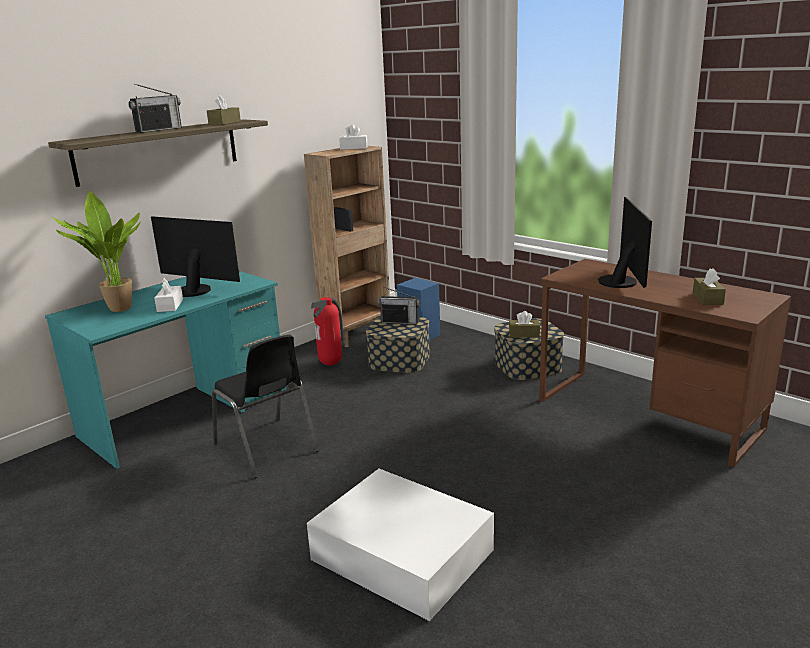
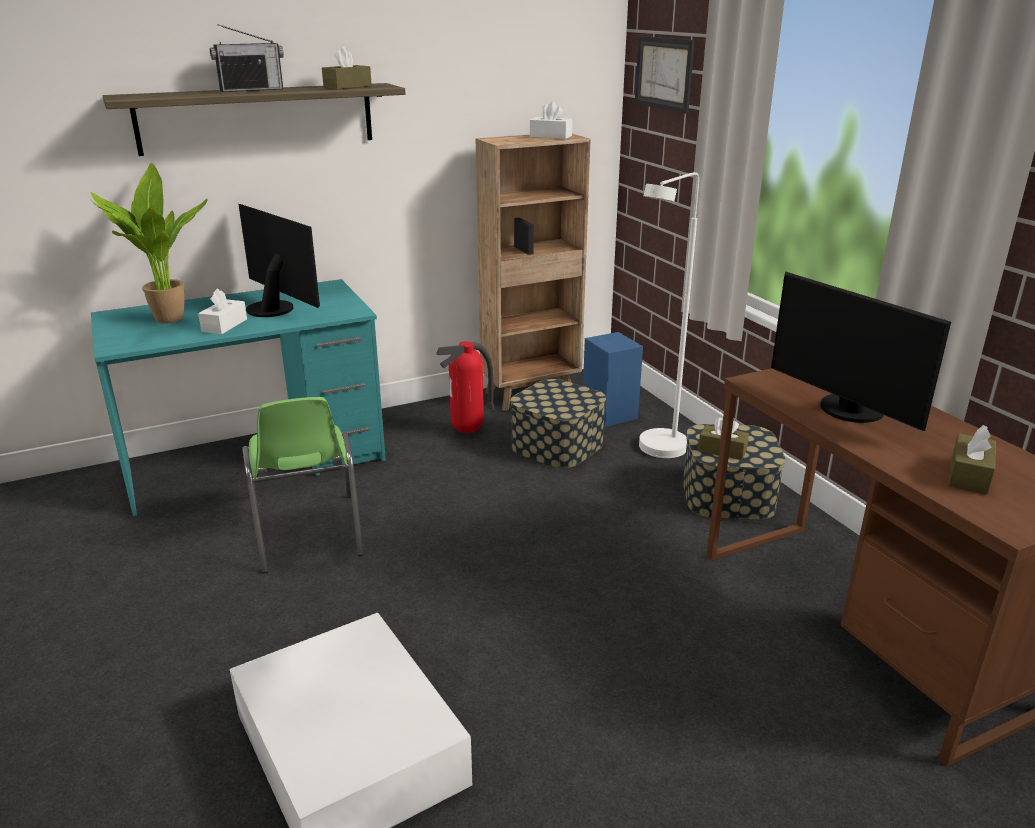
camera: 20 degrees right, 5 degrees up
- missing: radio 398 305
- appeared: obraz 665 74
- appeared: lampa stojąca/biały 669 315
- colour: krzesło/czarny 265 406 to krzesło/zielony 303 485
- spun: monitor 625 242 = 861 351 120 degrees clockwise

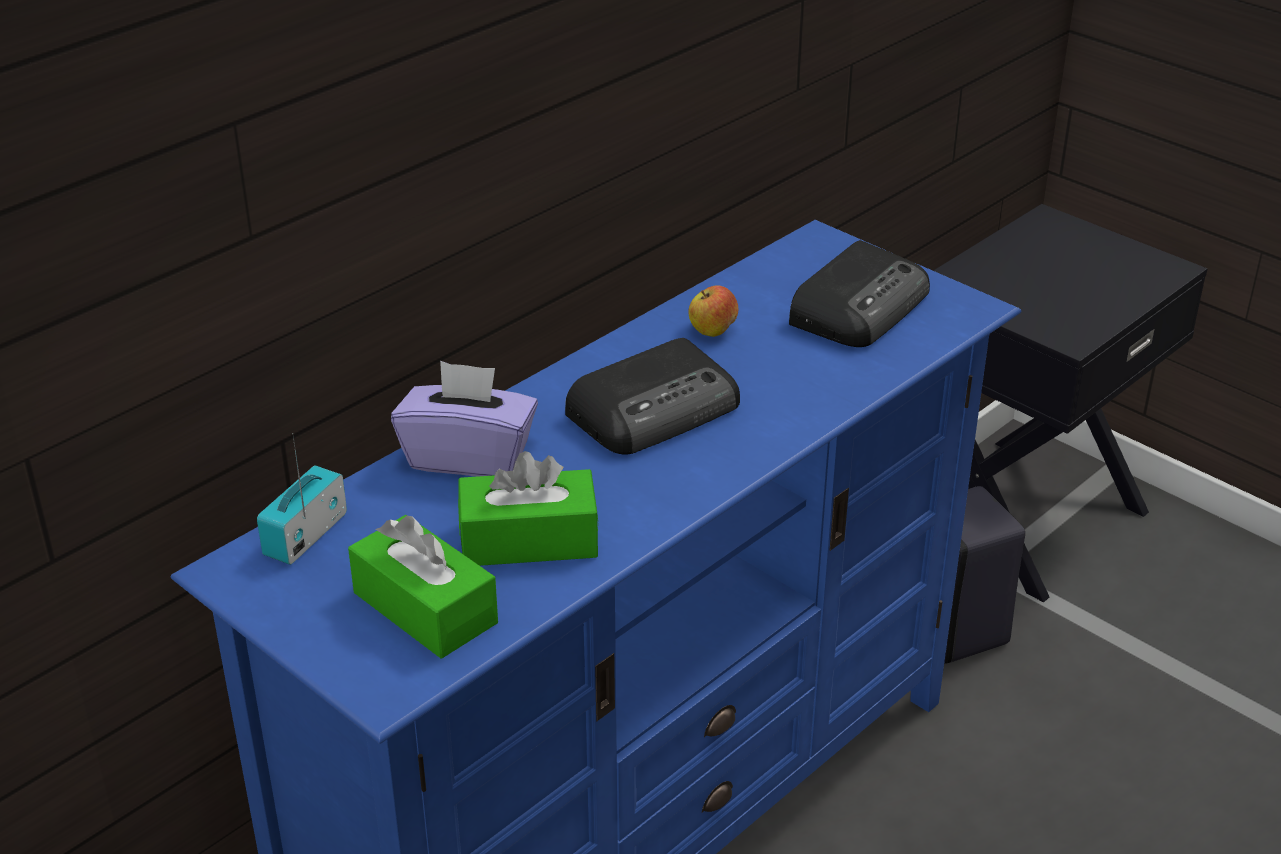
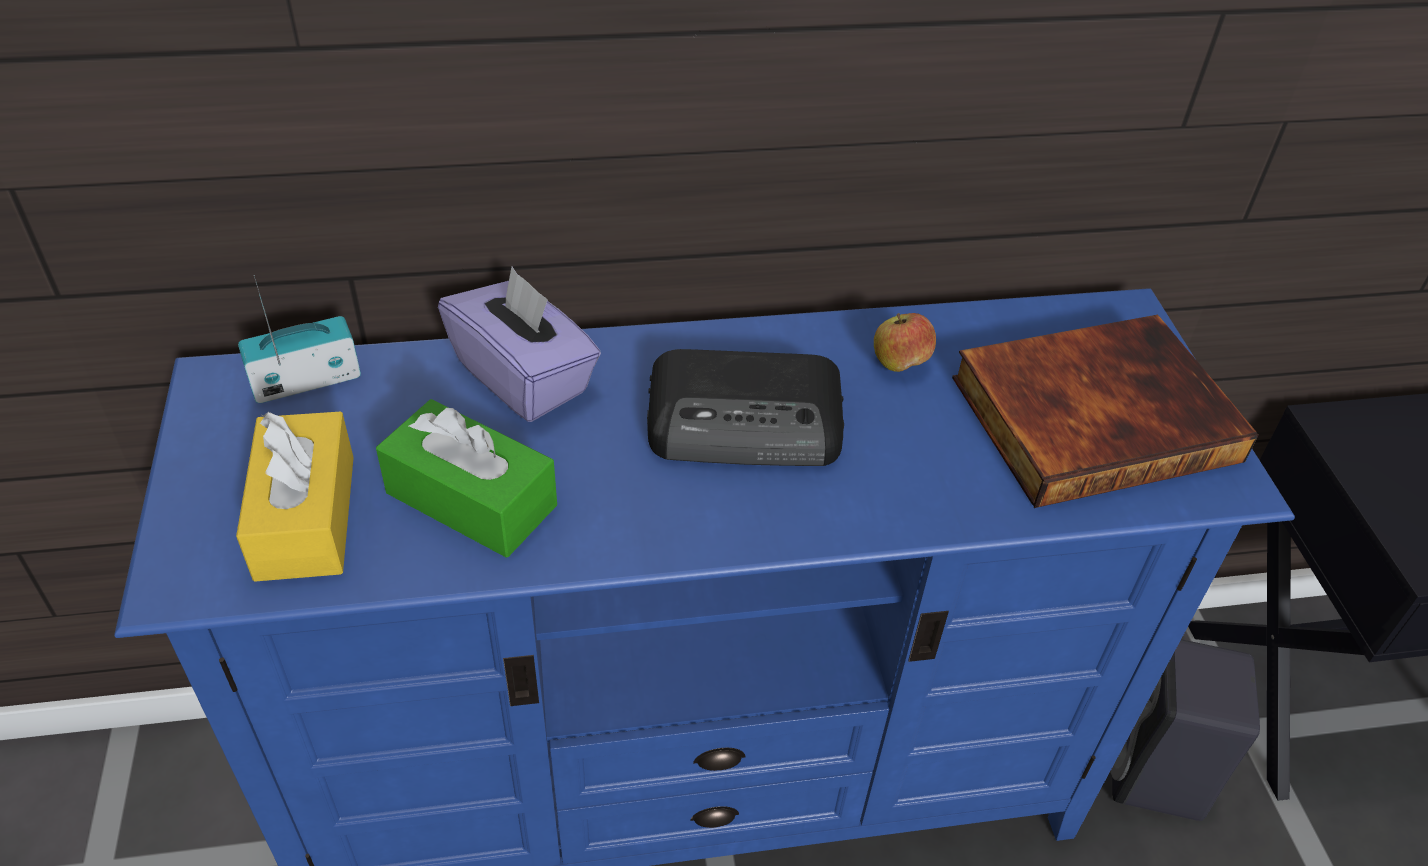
camera: 35 degrees right, 10 degrees up
- exchanged: radio 859 293 to książka 1105 411
- colour: pudełko chusteczek/zielony 423 587 to pudełko chusteczek/żółty 295 497

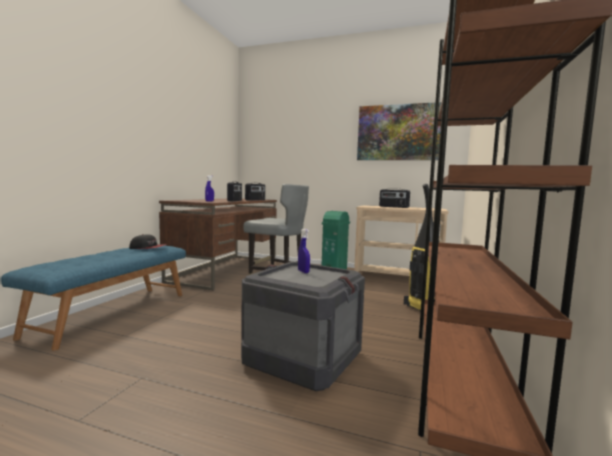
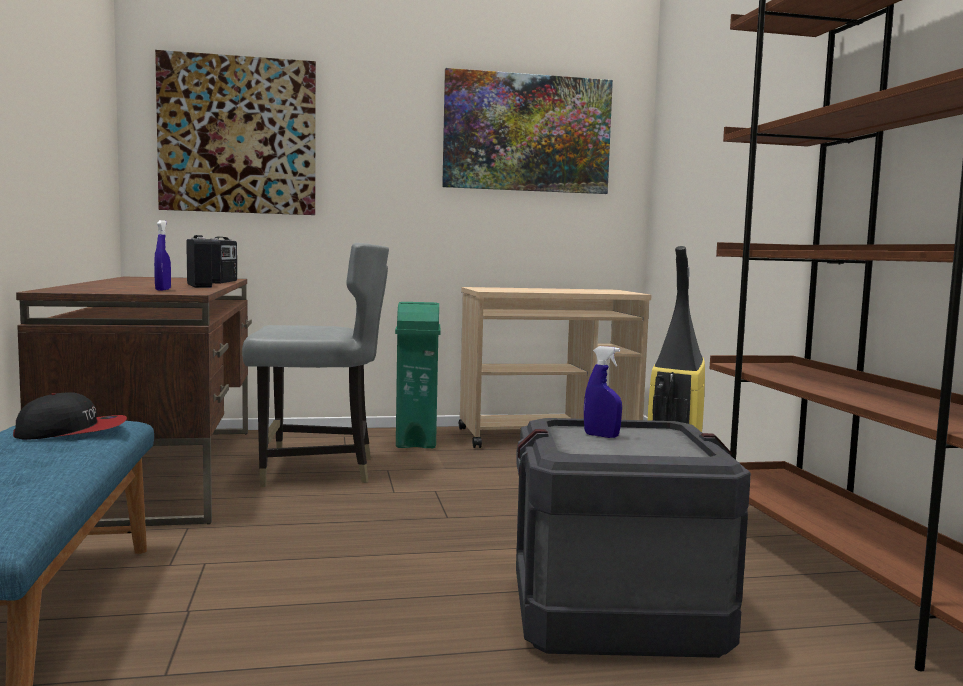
camera: 30 degrees left, 0 degrees up
- missing: radio 394 198
- appeared: obraz 235 132

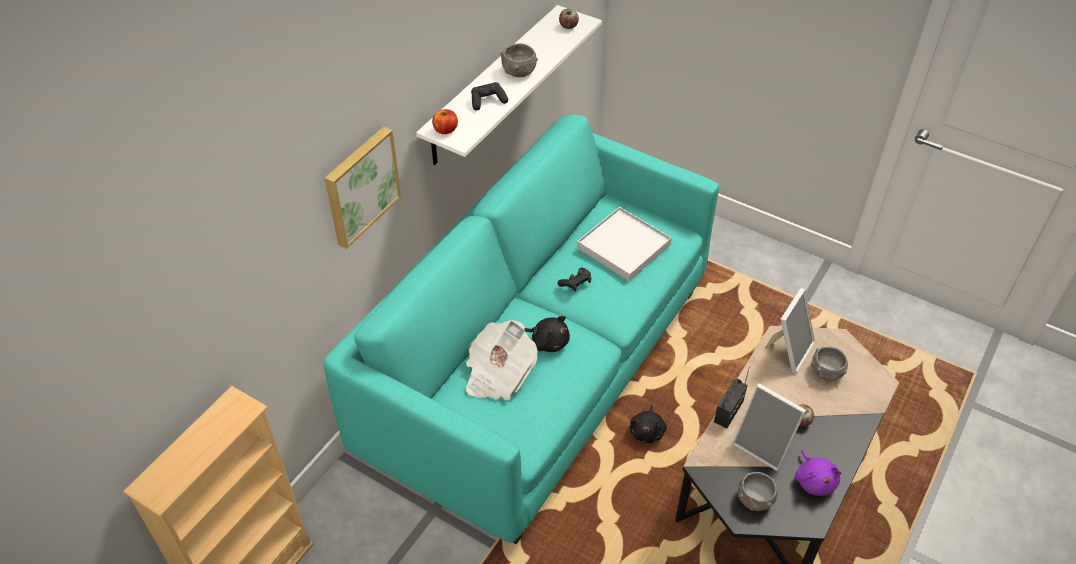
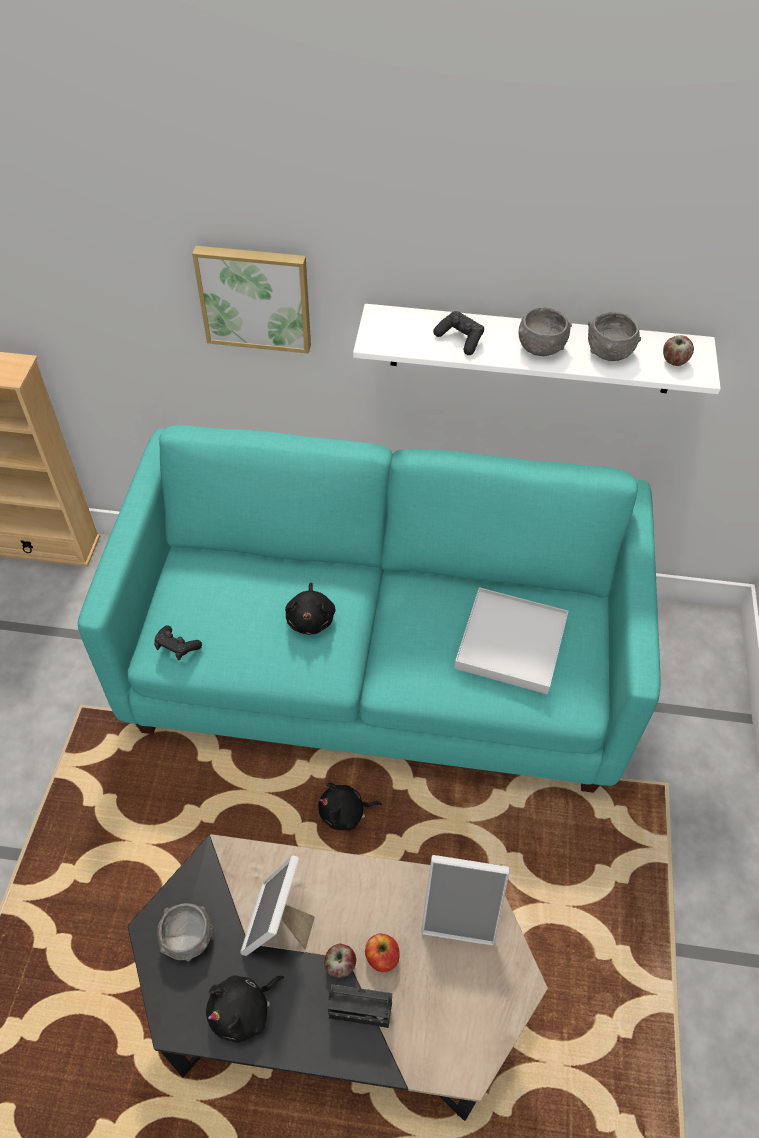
camera: 65 degrees right, 5 degrees up
- missing: gazeta 501 360
- relocated: jabłko 445 121 to 382 953
- relocated: pad do gier/czarny 574 279 to 178 643
- relocated: radio 732 397 to 360 1006
- relocated: miska/szary 829 364 to 614 336
- colour: pluszak/fioletowy 818 473 to pluszak/czarny 245 1009

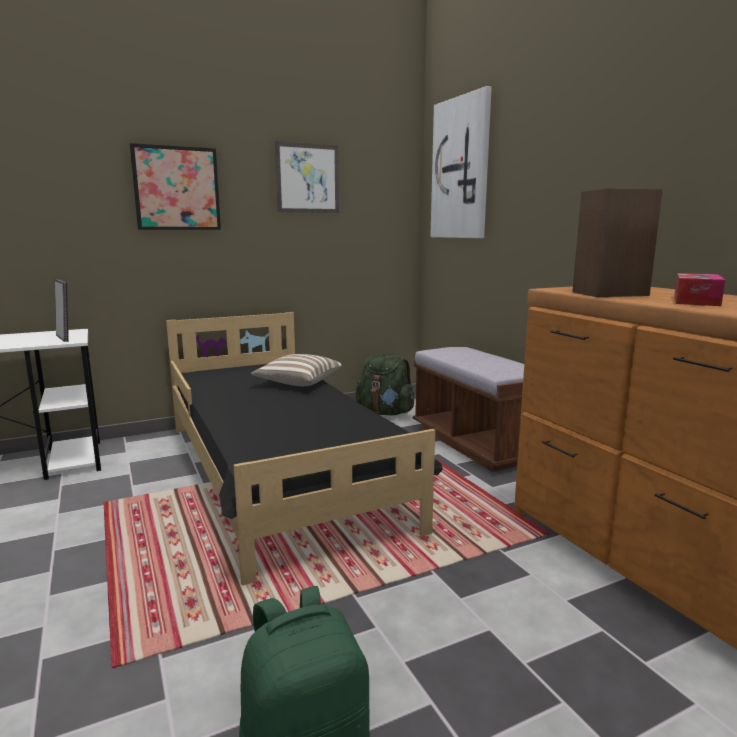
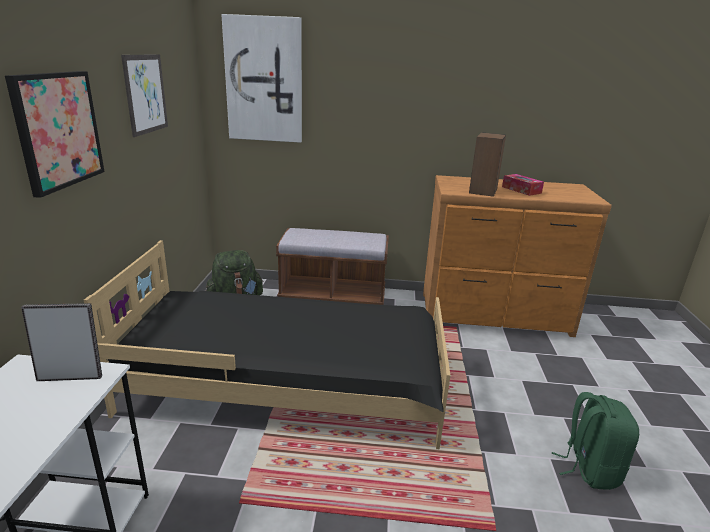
camera: 60 degrees left, 10 degrees up
- missing: poduszka 296 370

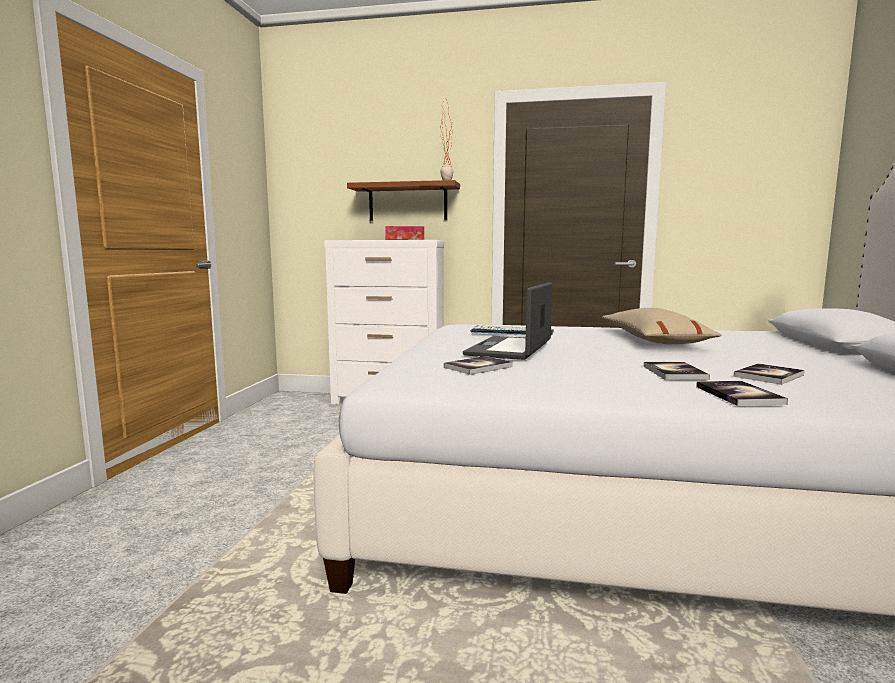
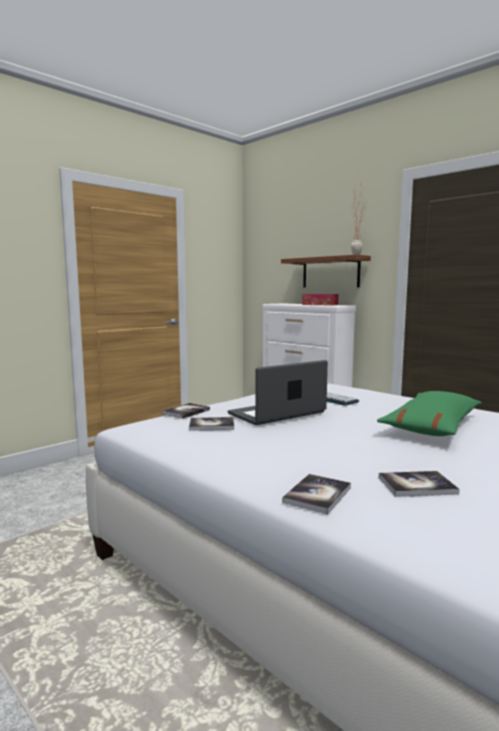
camera: 35 degrees right, 0 degrees up
- relocated: książka 677 371 to 186 411
- colour: poduszka/beżowy 662 326 to poduszka/zielony 429 413

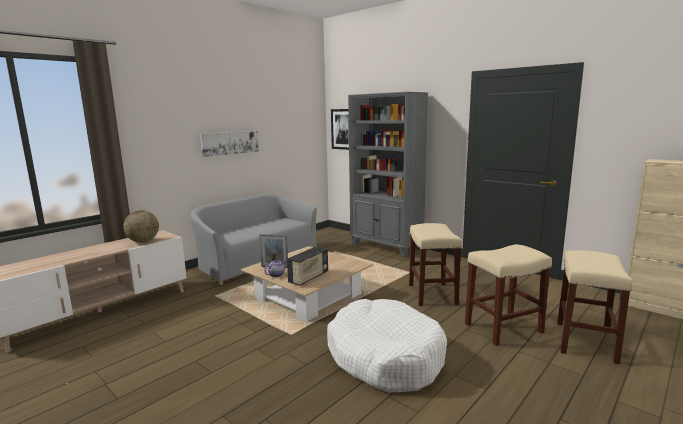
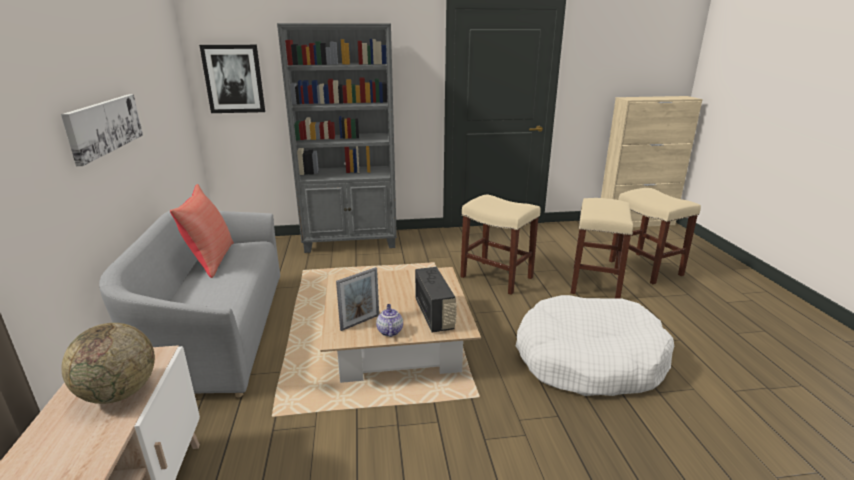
camera: 50 degrees left, 10 degrees up
- appeared: poduszka/czerwony 202 231

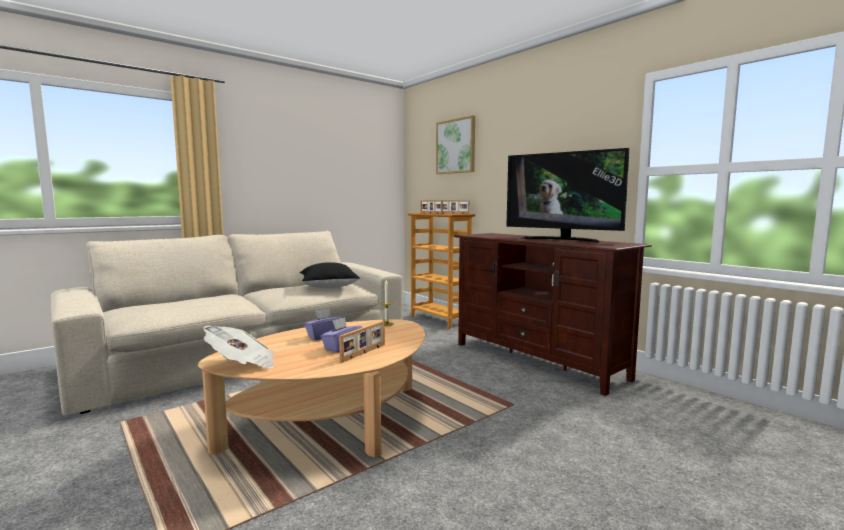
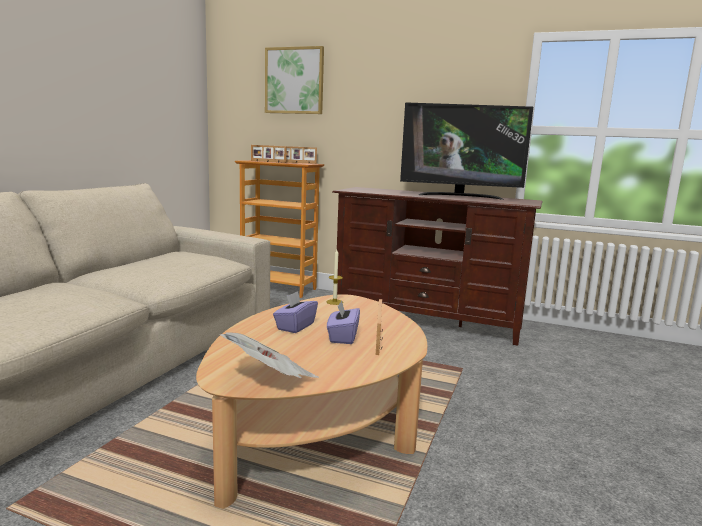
camera: 30 degrees left, 5 degrees up
- missing: poduszka/czarny 330 275

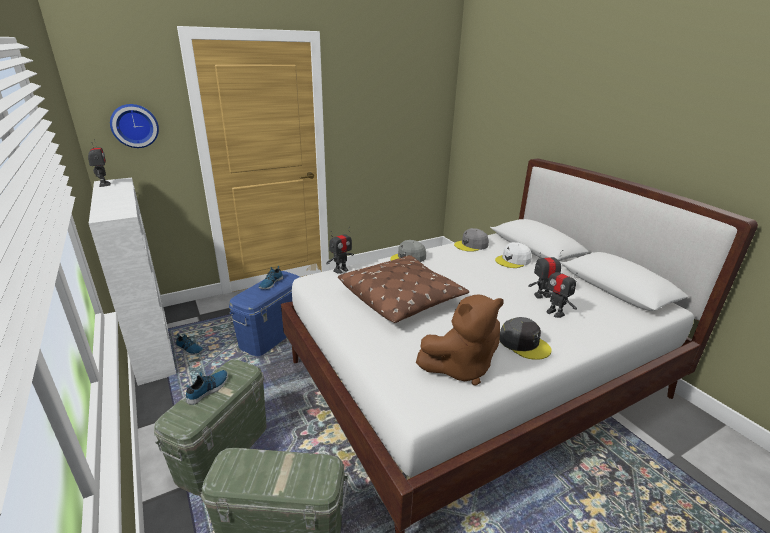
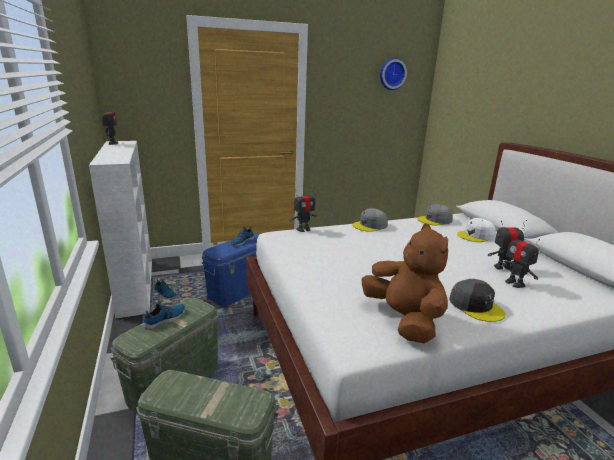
camera: 10 degrees right, 5 degrees down
- missing: poduszka/brązowy 403 289
- relocated: zegar ścienny 134 126 to 393 74
- spun: pluszak/brązowy 460 340 = 404 283 105 degrees counterclockwise

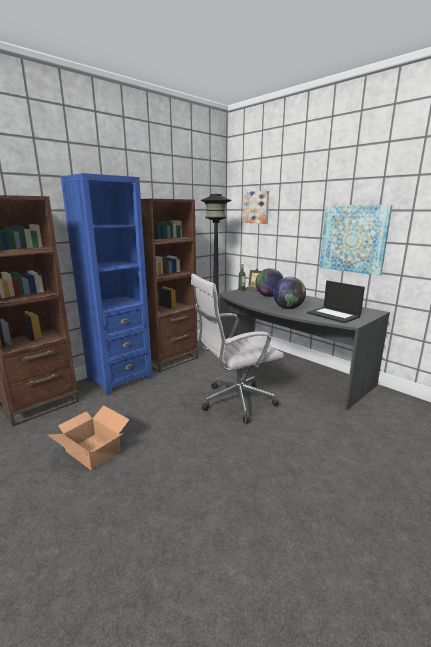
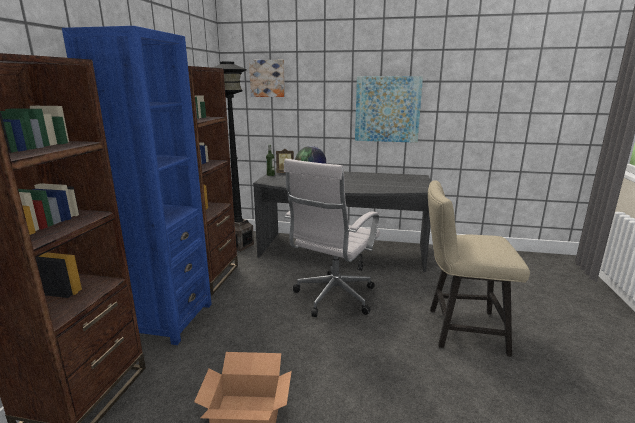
camera: 35 degrees left, 0 degrees up
- missing: globus 289 293
- missing: laptop 336 301
- appeared: krzesło/beżowy 479 269

